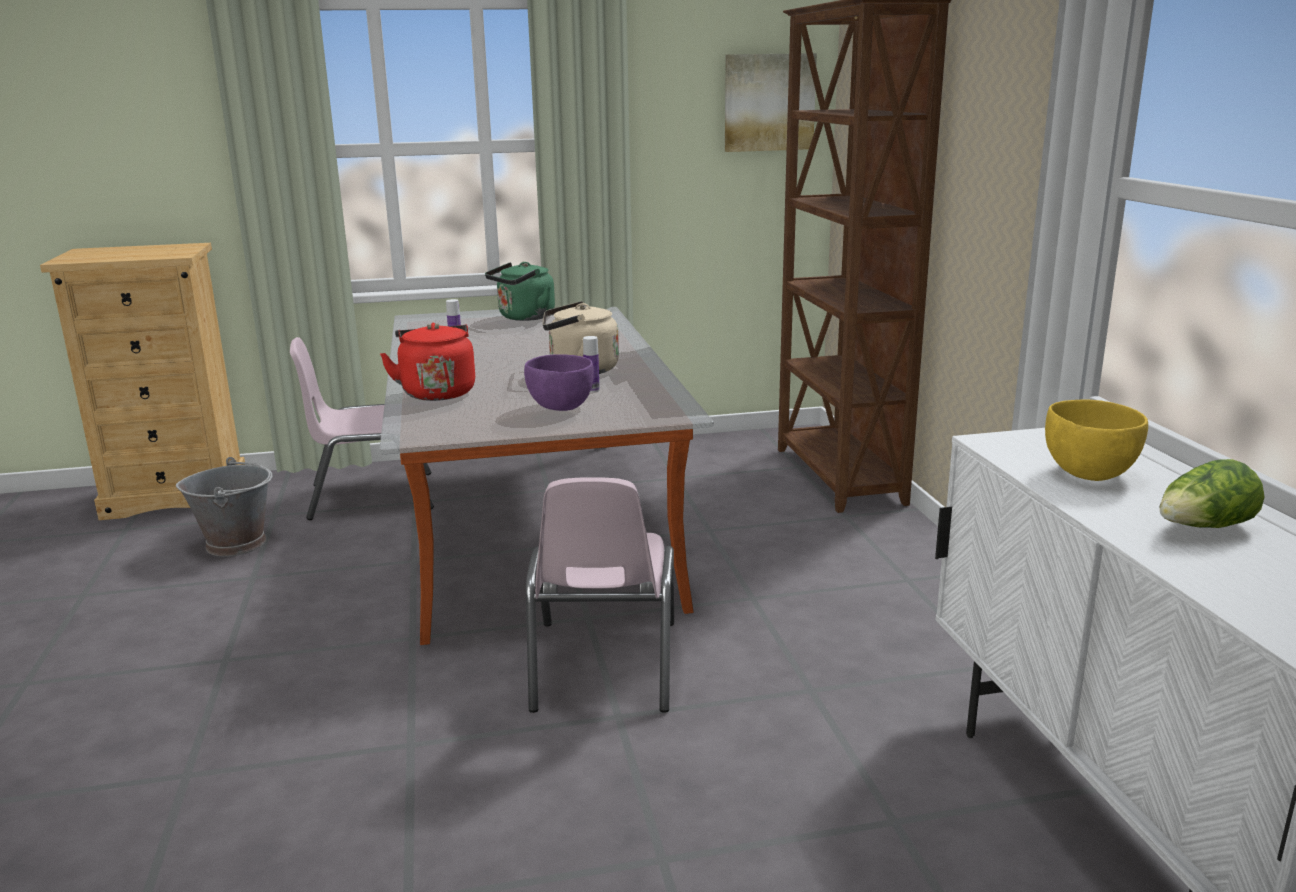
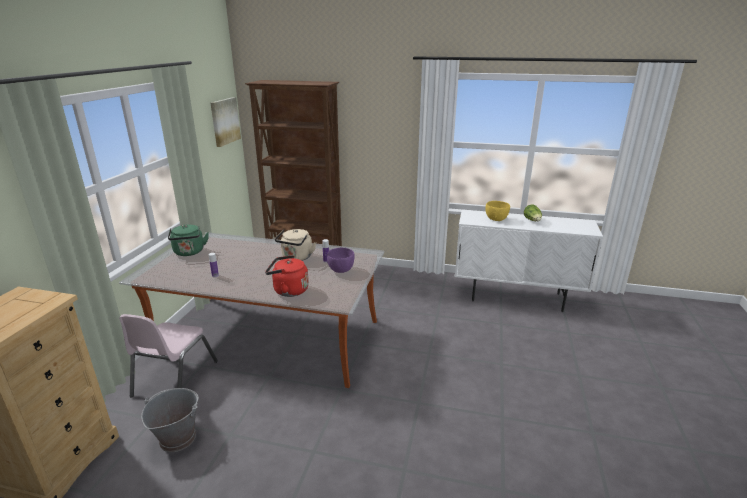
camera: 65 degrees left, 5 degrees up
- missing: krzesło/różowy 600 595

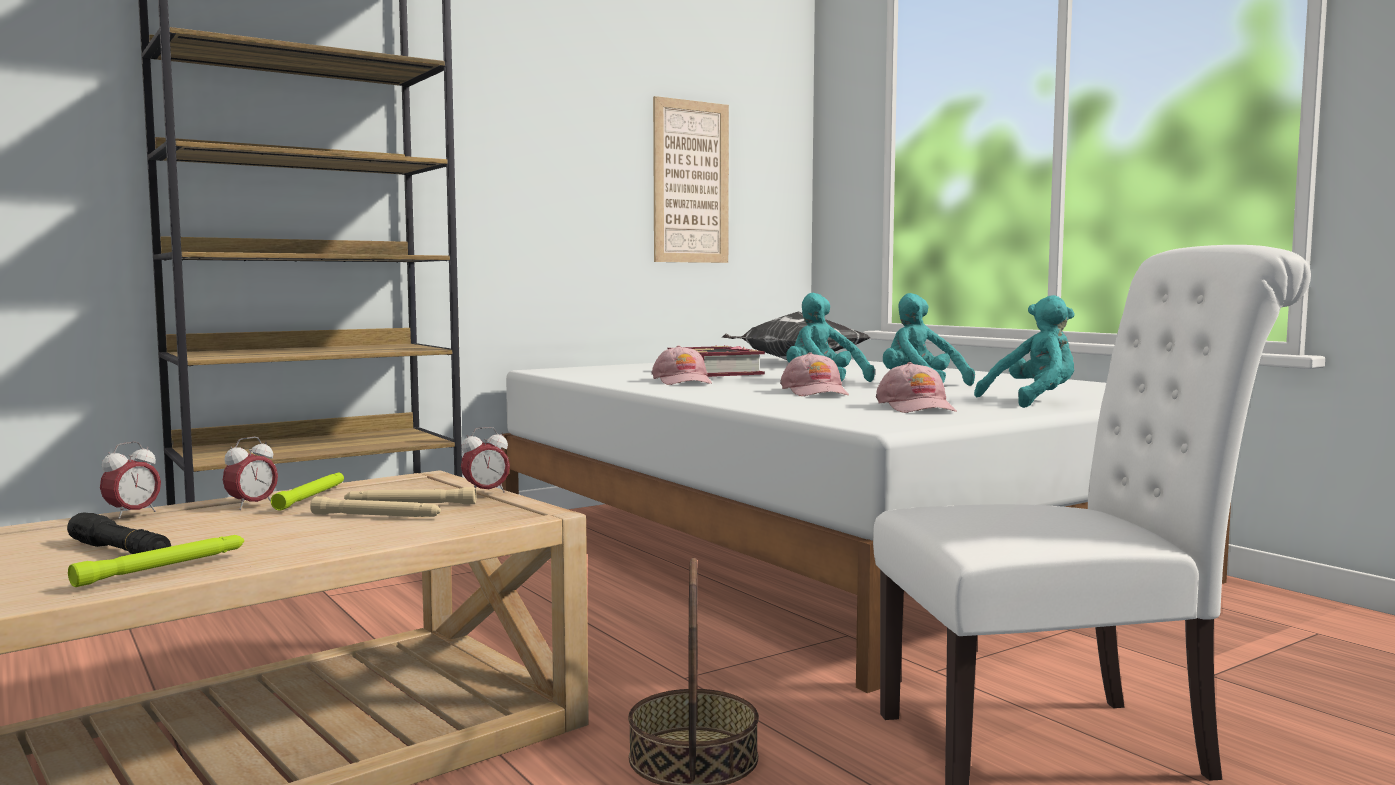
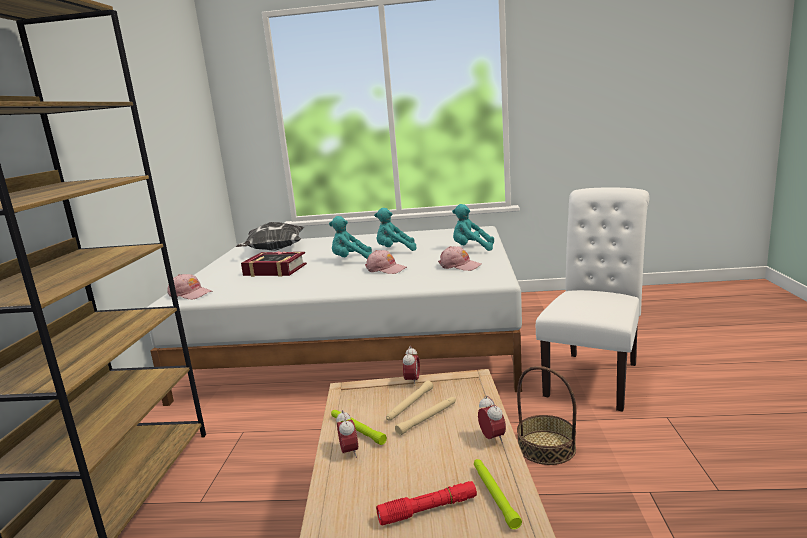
camera: 50 degrees left, 10 degrees up
- missing: obraz 691 179
- relocated: budzik 130 480 to 492 419
- relocated: czapka z daszkiem/różowy 682 365 to 190 286
- colour: latarka/czarny 119 533 to latarka/czerwony 426 503
- spun: pluszak/turkusowy 1024 351 = 473 227 90 degrees counterclockwise

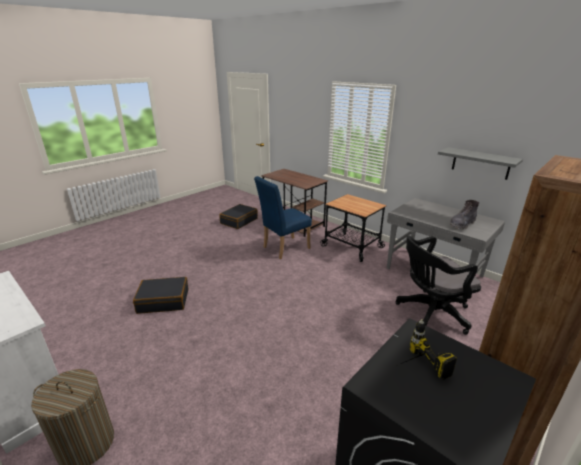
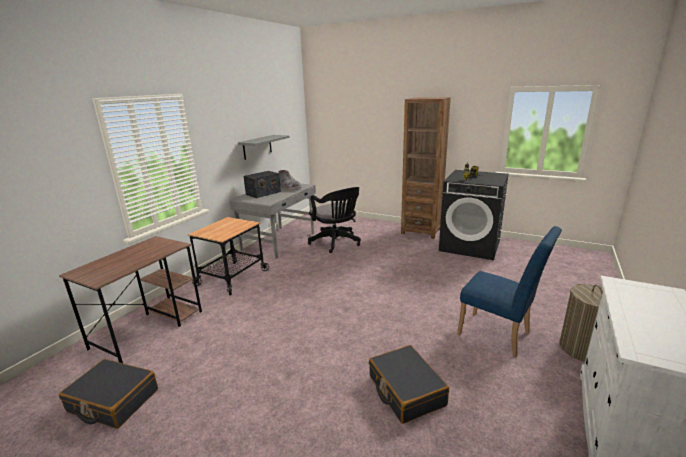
camera: 105 degrees left, 5 degrees down
- appeared: radio 262 184
- relocated: krzesło/niebieski 283 217 to 509 291

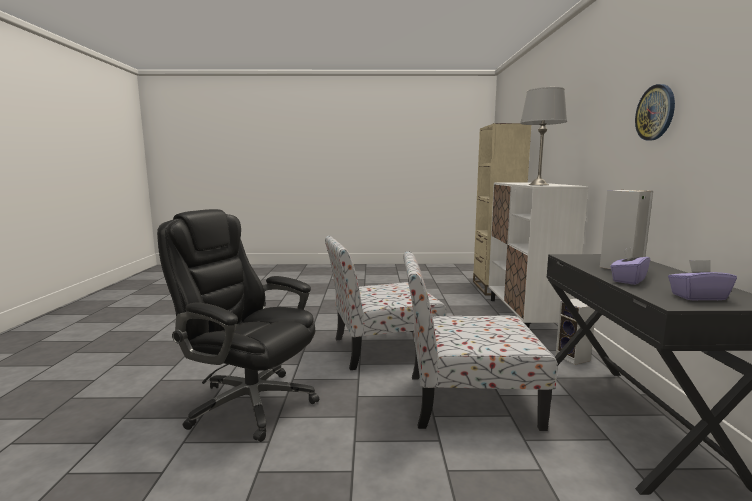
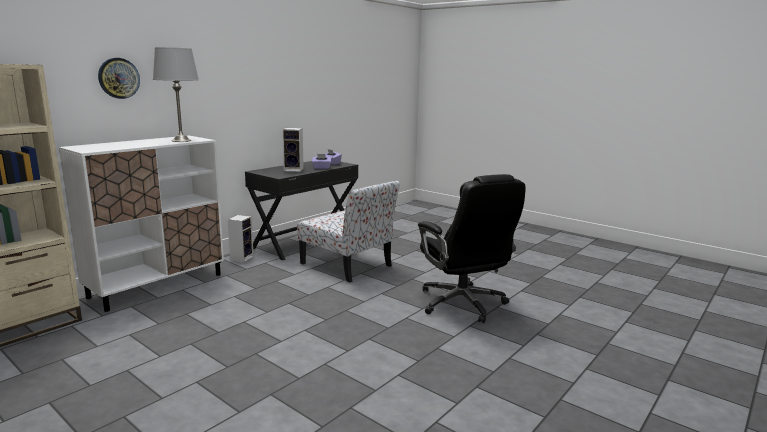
camera: 140 degrees left, 5 degrees up
- missing: krzesło 385 303
- relocated: zegar ścienny 655 112 to 119 78

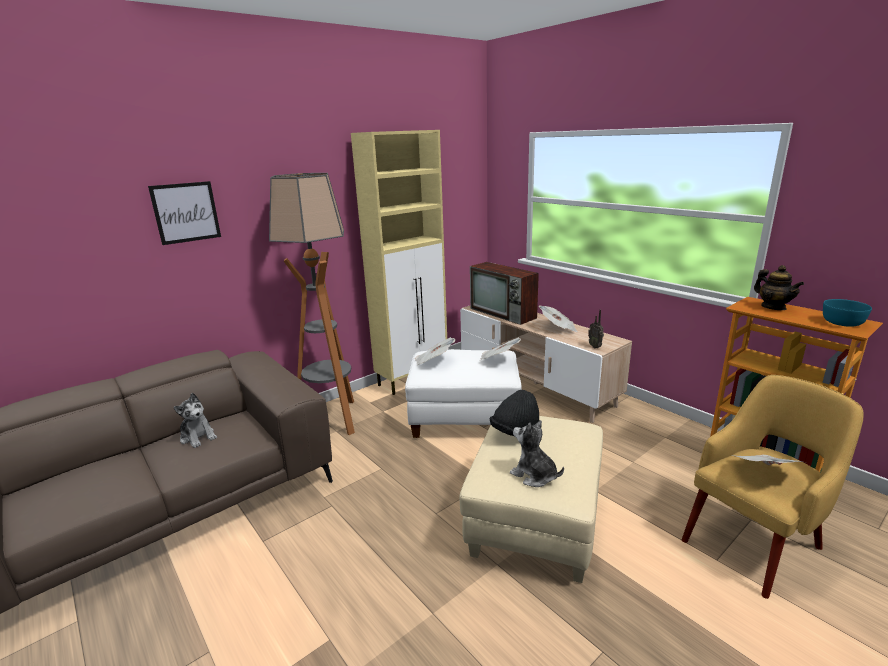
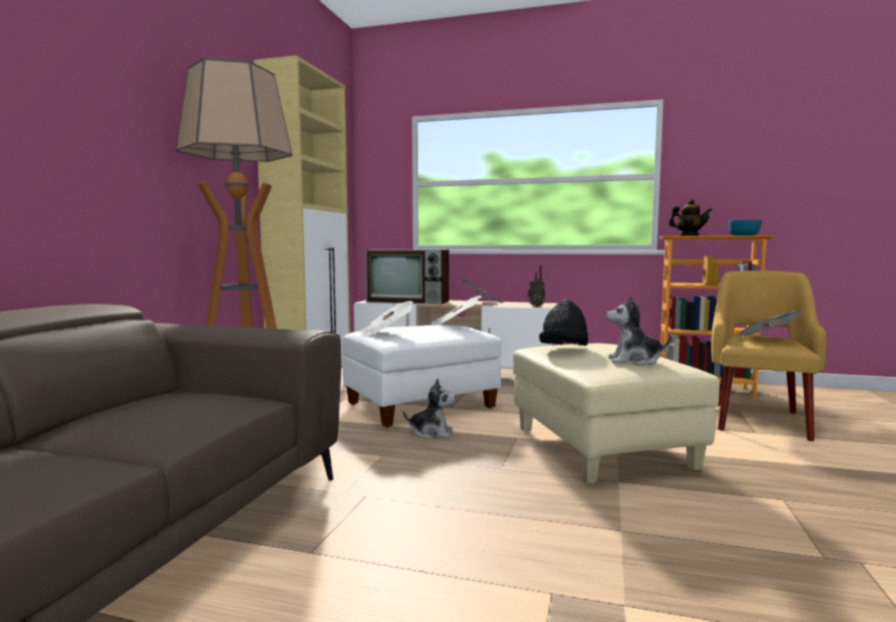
camera: 35 degrees left, 15 degrees down
- missing: obraz 184 213
- relocated: pluszak 195 420 to 429 408

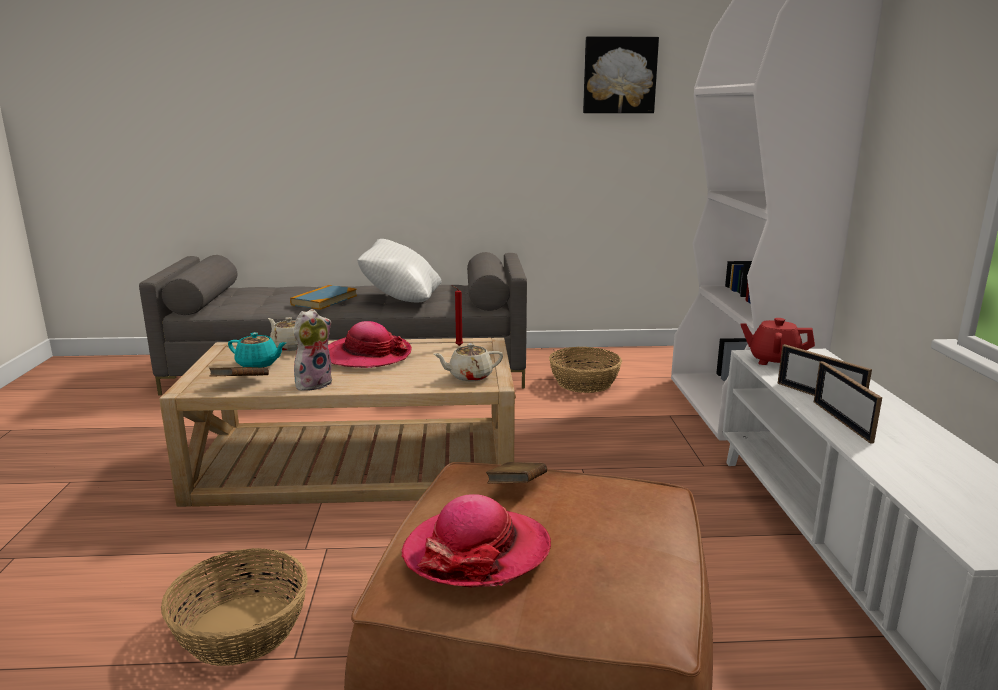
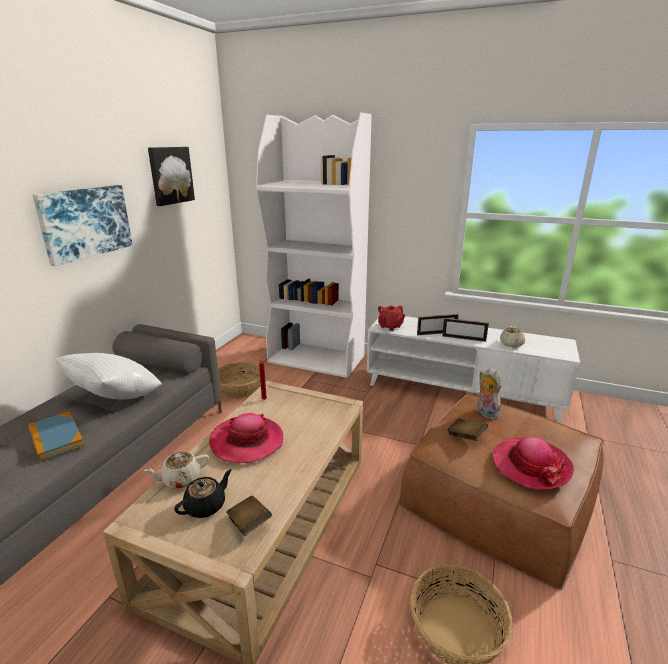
camera: 65 degrees left, 5 degrees up
- appeared: obraz 82 225
- relocated: pluszak 313 350 to 489 394
- relocated: imbryk/beżowy 468 362 to 512 336
- colour: imbryk/turkusowy 257 350 to imbryk/czarny 203 493

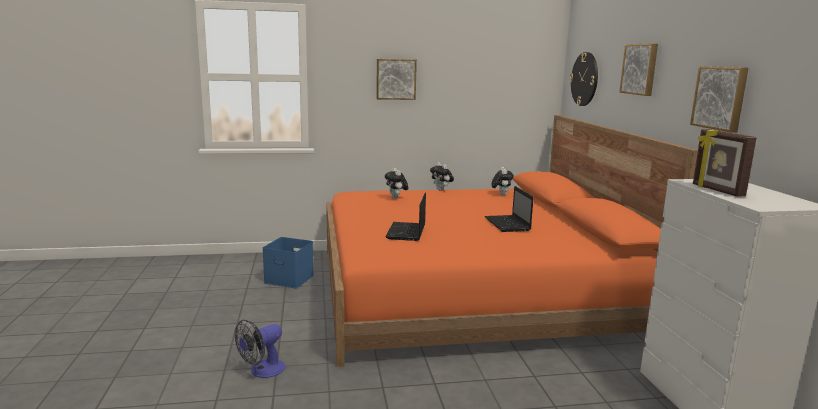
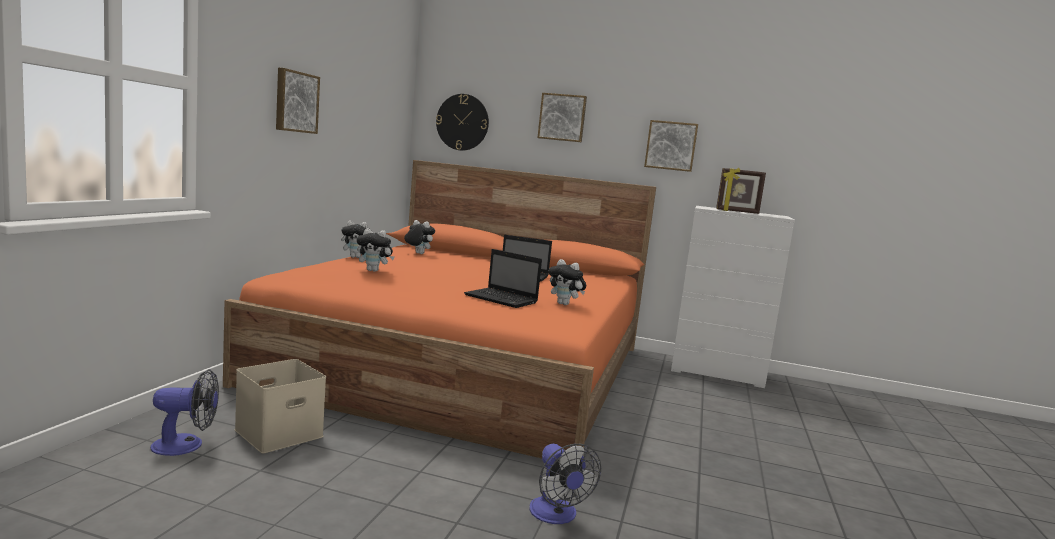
camera: 65 degrees left, 5 degrees down
- appeared: wentylator 184 412
- appeared: pluszak 567 282
- colour: pojemnik do przechowywania/niebieski 288 262 to pojemnik do przechowywania/beżowy 280 406

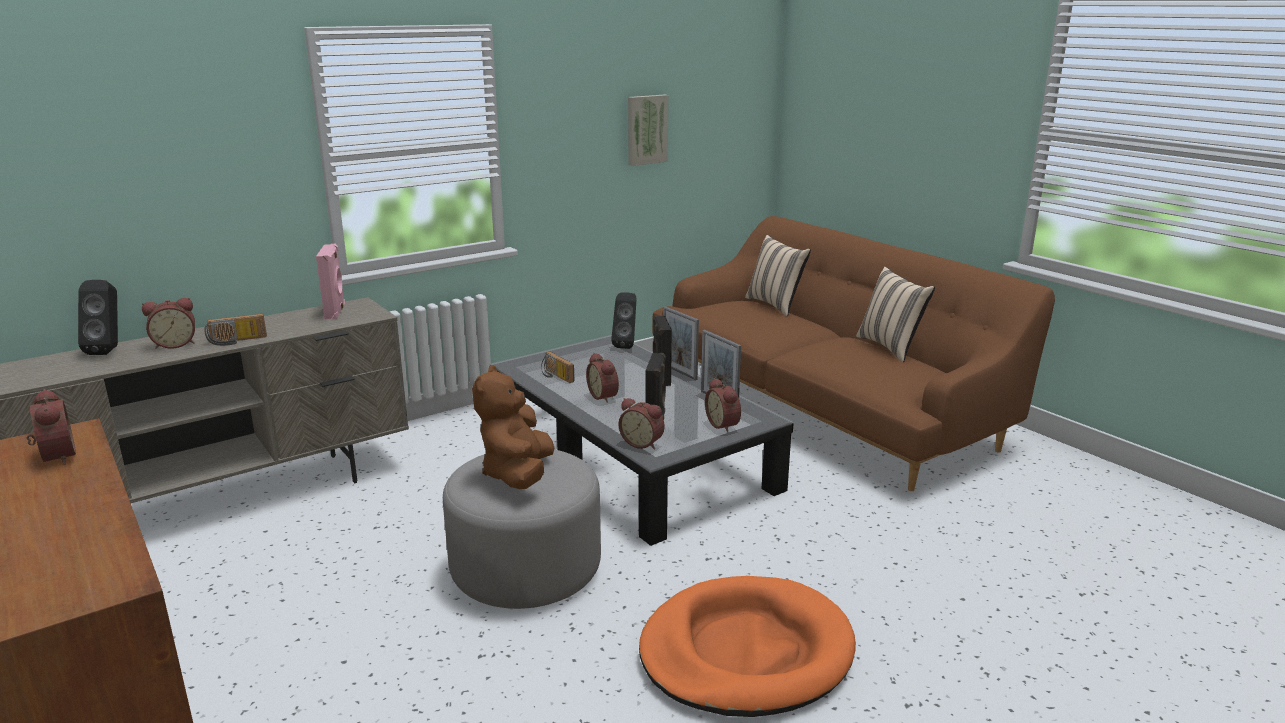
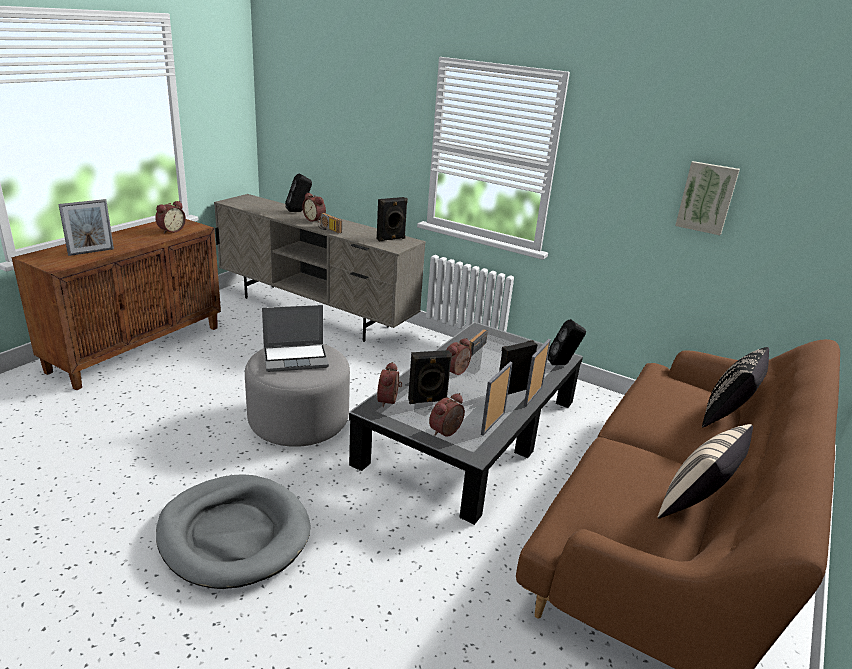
camera: 65 degrees right, 5 degrees up
- appeared: ramka na zdjęcie 86 227
- exchanged: pluszak/brązowy 513 427 to laptop 295 338
- colour: głośnik/różowy 330 282 to głośnik/czarny 392 219
- colour: legowisko/pomarańczowy 747 646 to legowisko/szary 233 531
- colour: poduszka/beżowy 778 276 to poduszka/czarny 735 387

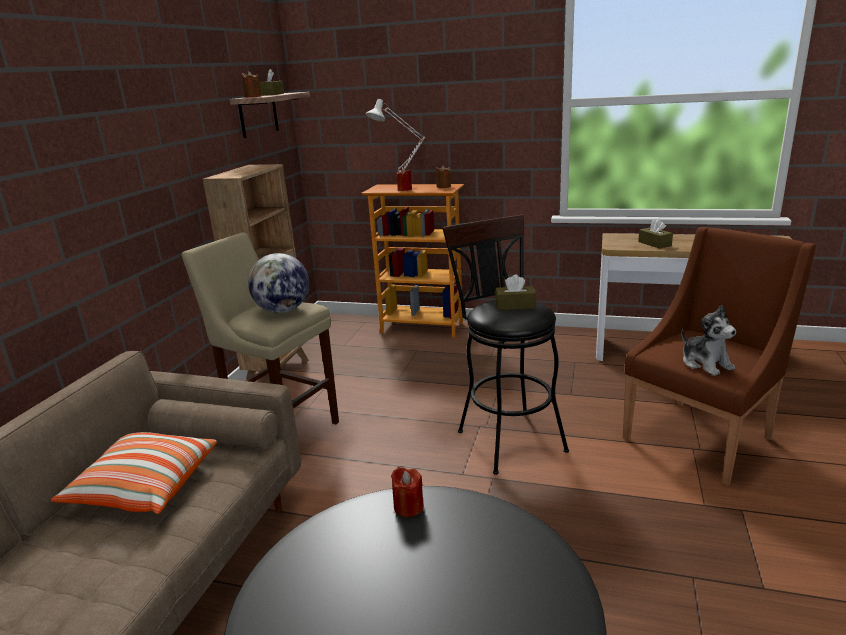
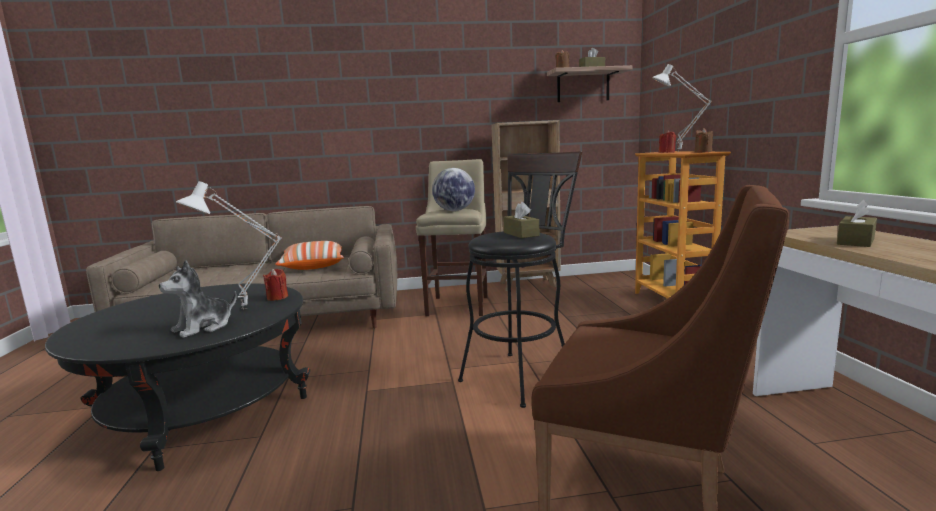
camera: 65 degrees right, 10 degrees down
- appeared: lampa stołowa/biały 229 245
- relocated: pluszak 709 340 to 198 299

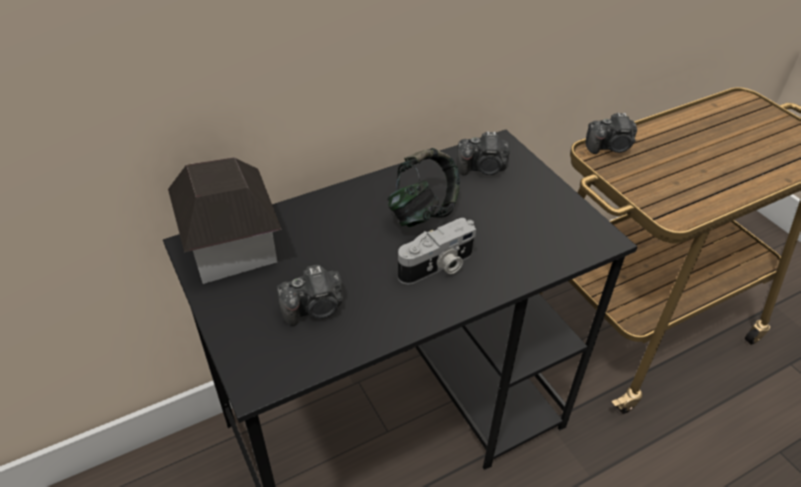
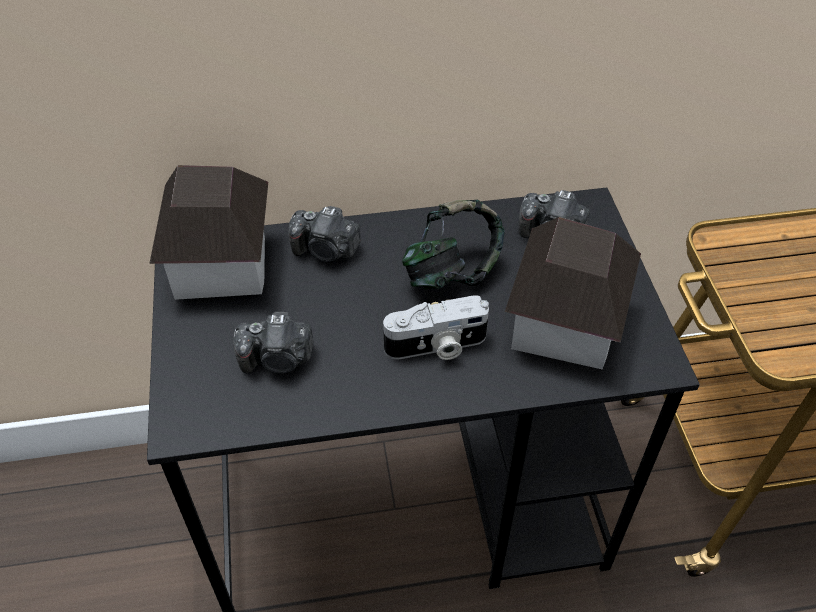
camera: 20 degrees right, 5 degrees up
- appeared: domek 573 293
- relocated: aparat fotograficzny 611 133 to 325 234

